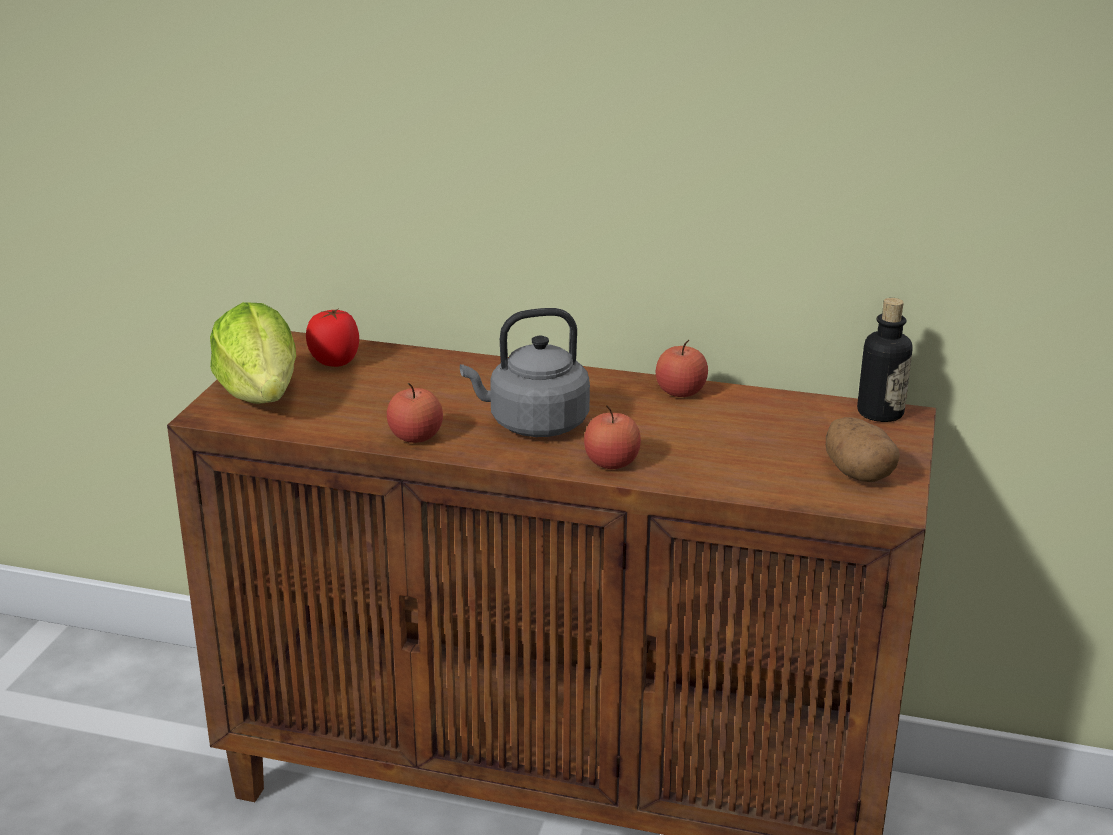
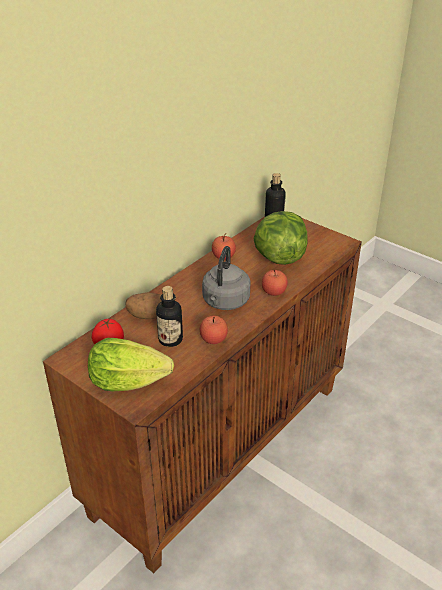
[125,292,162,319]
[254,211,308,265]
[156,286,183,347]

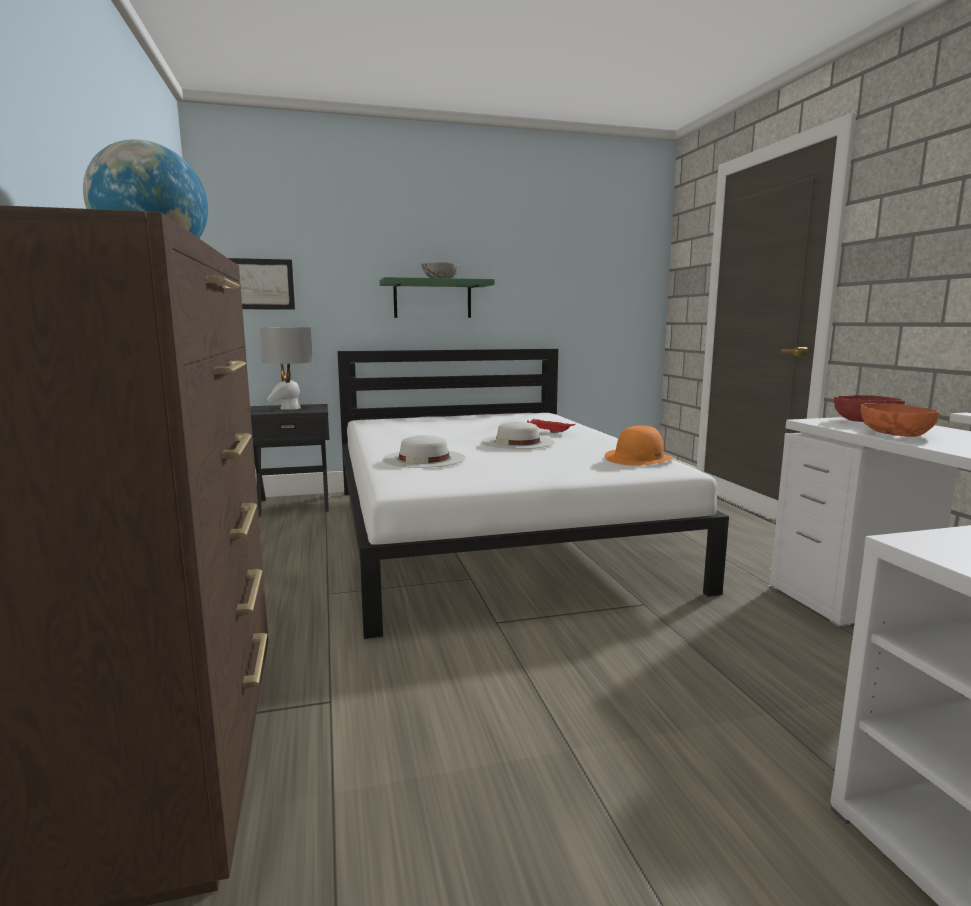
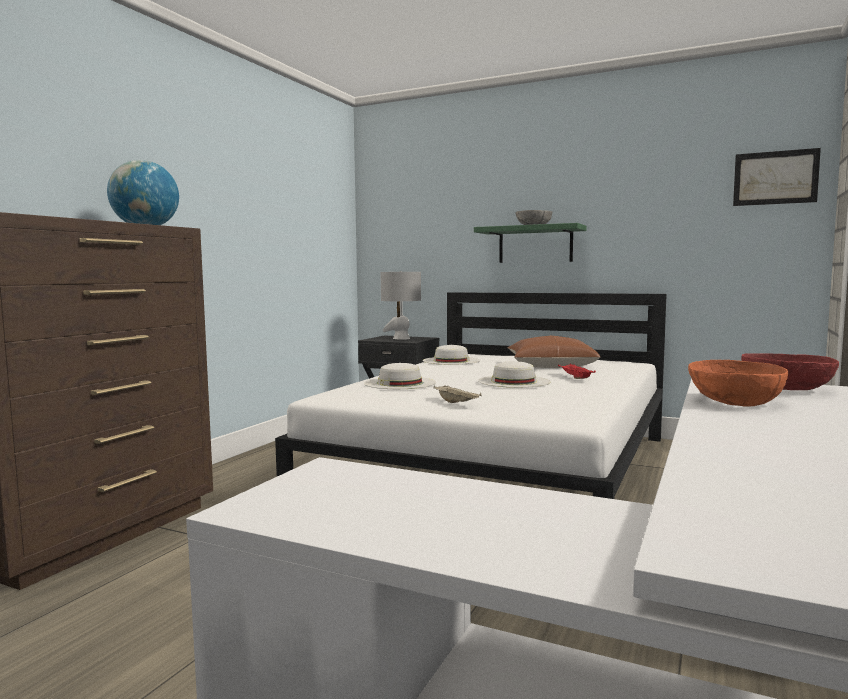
[733,148,821,206]
[605,425,674,466] (first image)
[508,335,601,368]
[423,345,480,365]
[433,385,482,403]

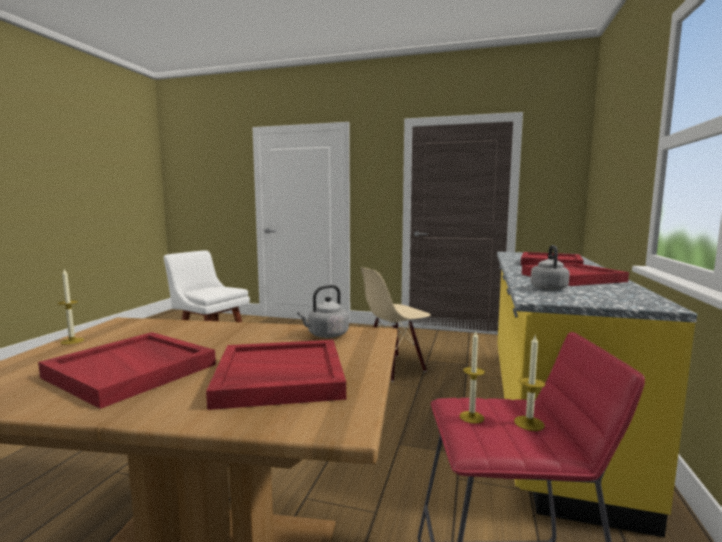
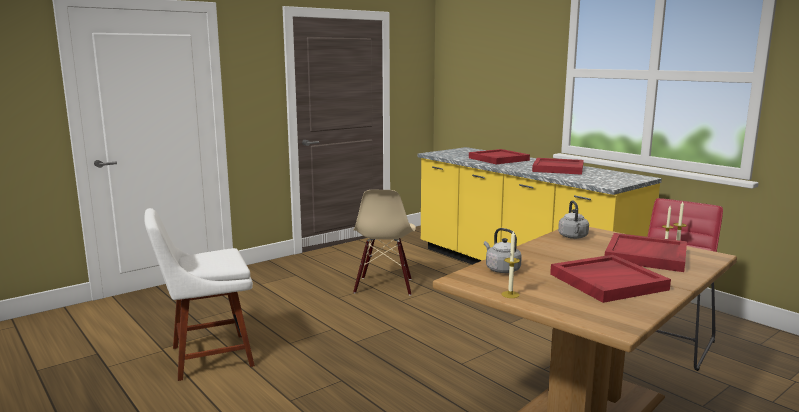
[484,228,522,273]

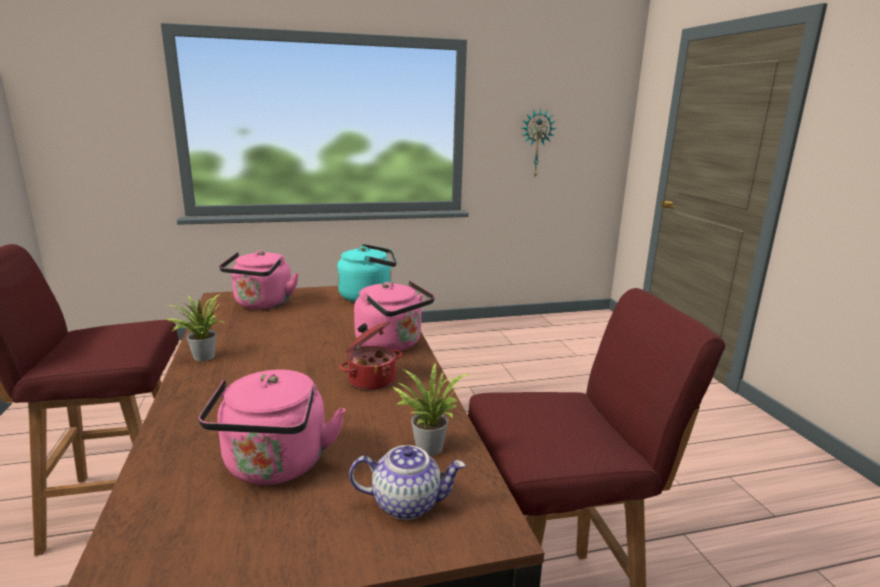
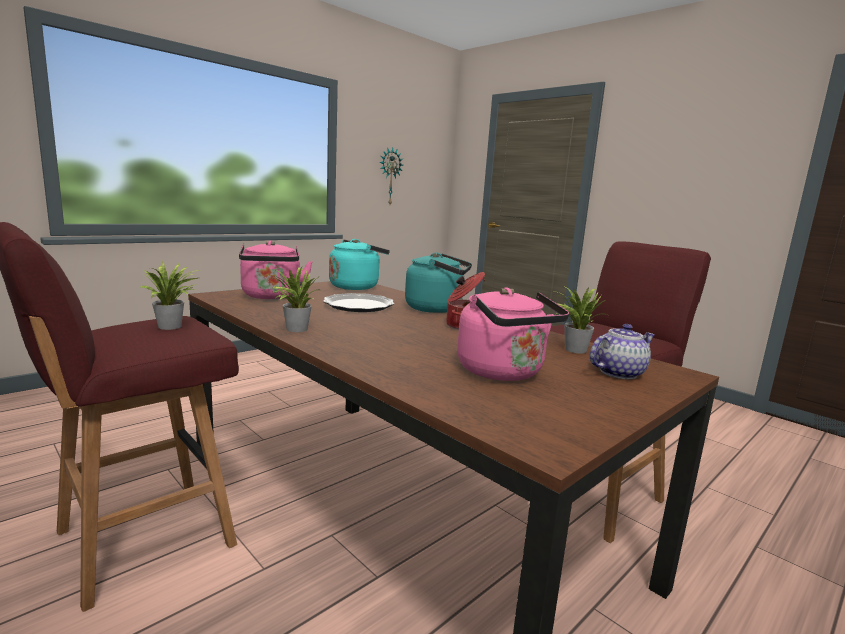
[405,252,472,313]
[141,261,199,330]
[323,293,394,312]

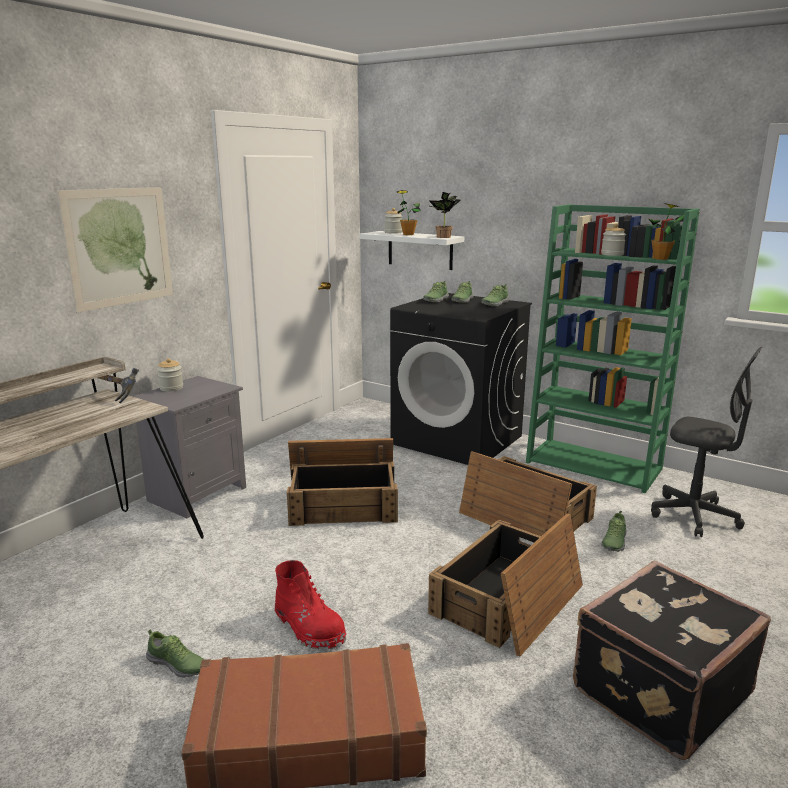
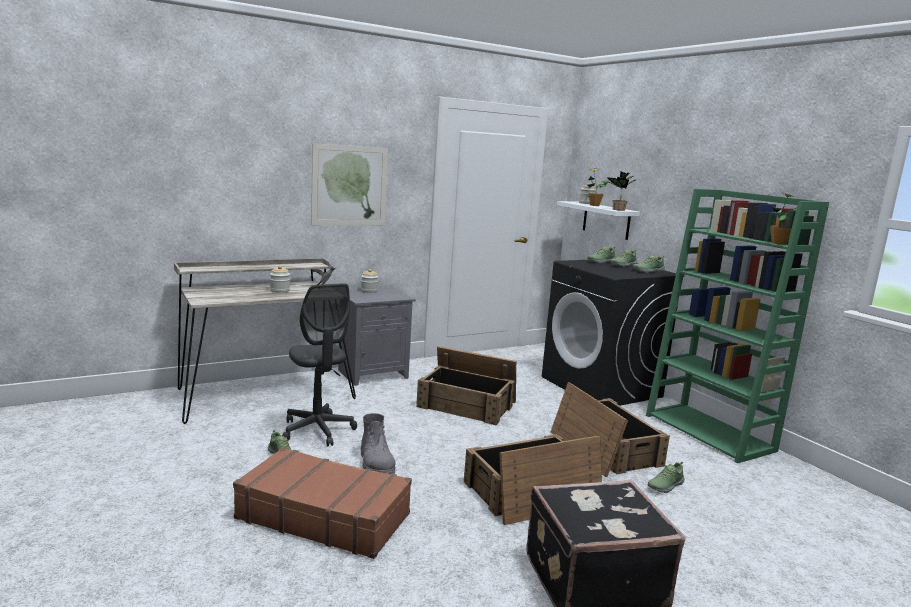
[270,266,290,293]
[282,283,357,447]
[361,413,396,474]

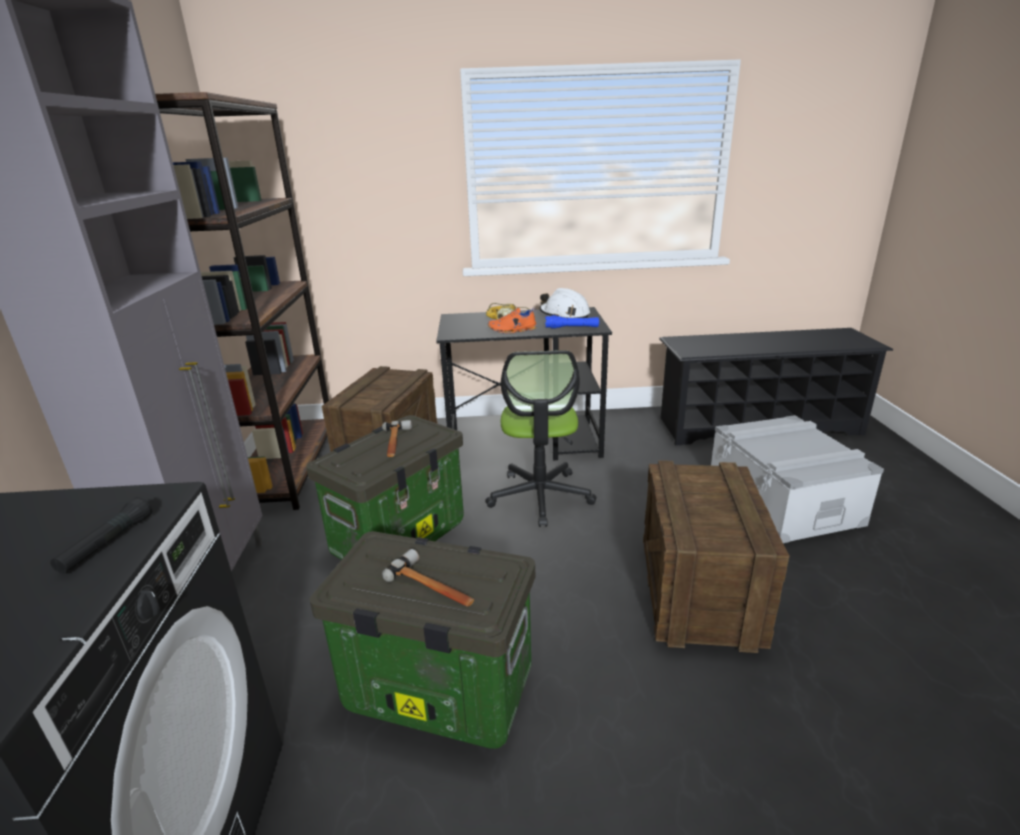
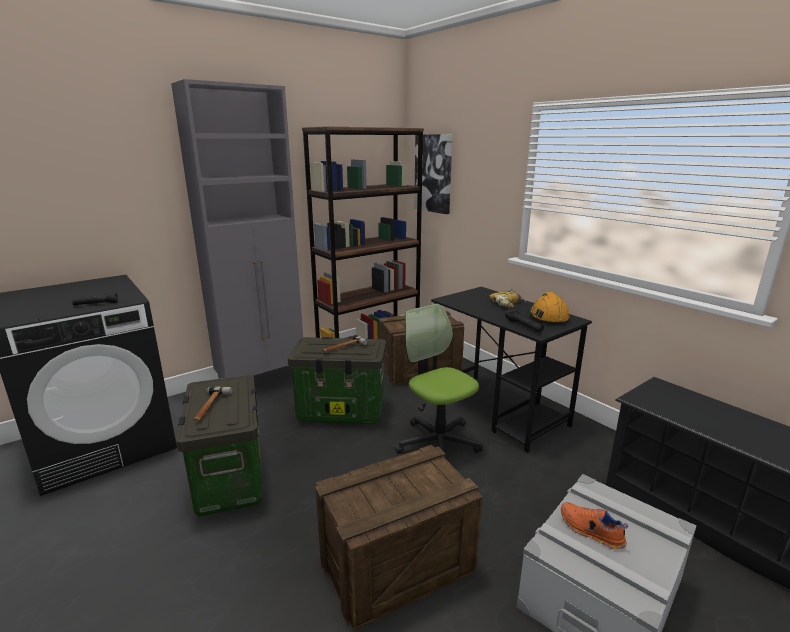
[529,292,570,325]
[561,502,628,549]
[505,309,544,333]
[395,304,483,454]
[414,134,452,214]

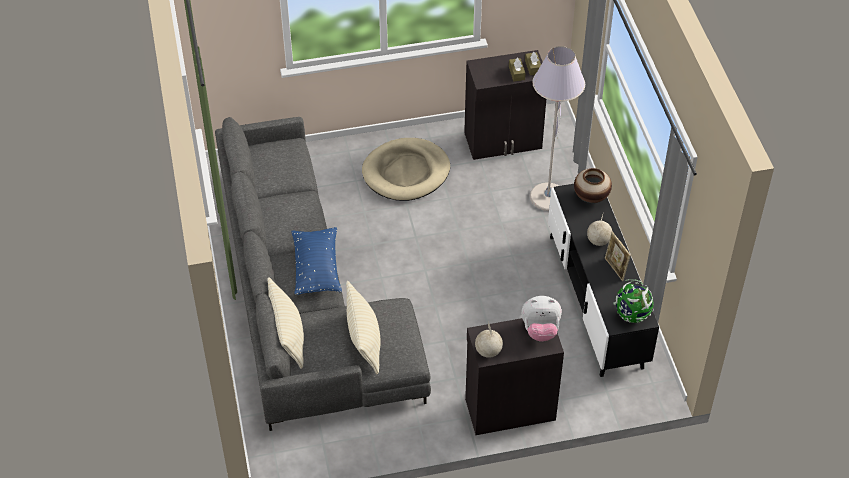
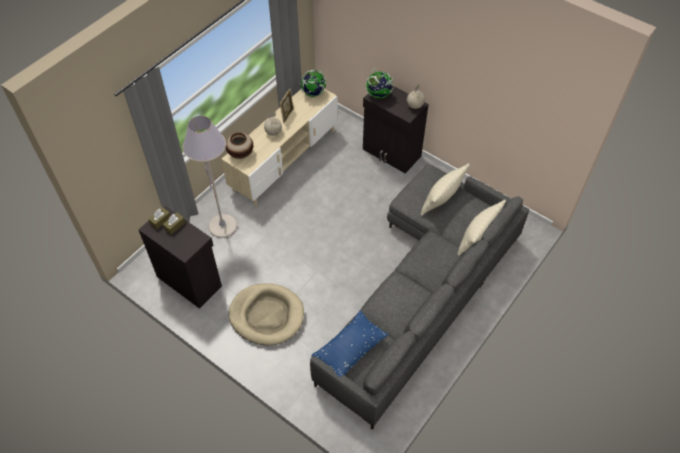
[221,89,338,206]
[311,311,388,377]
[366,68,394,99]

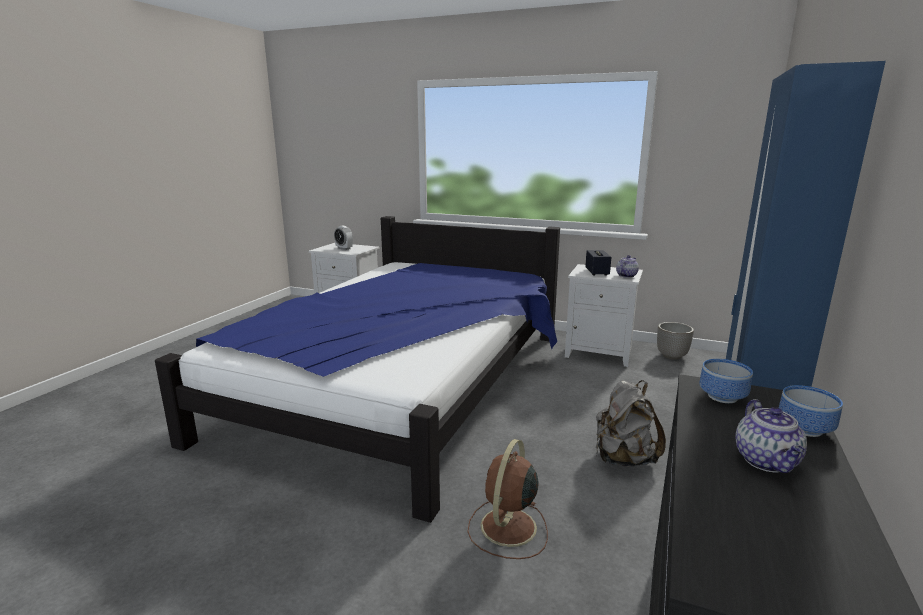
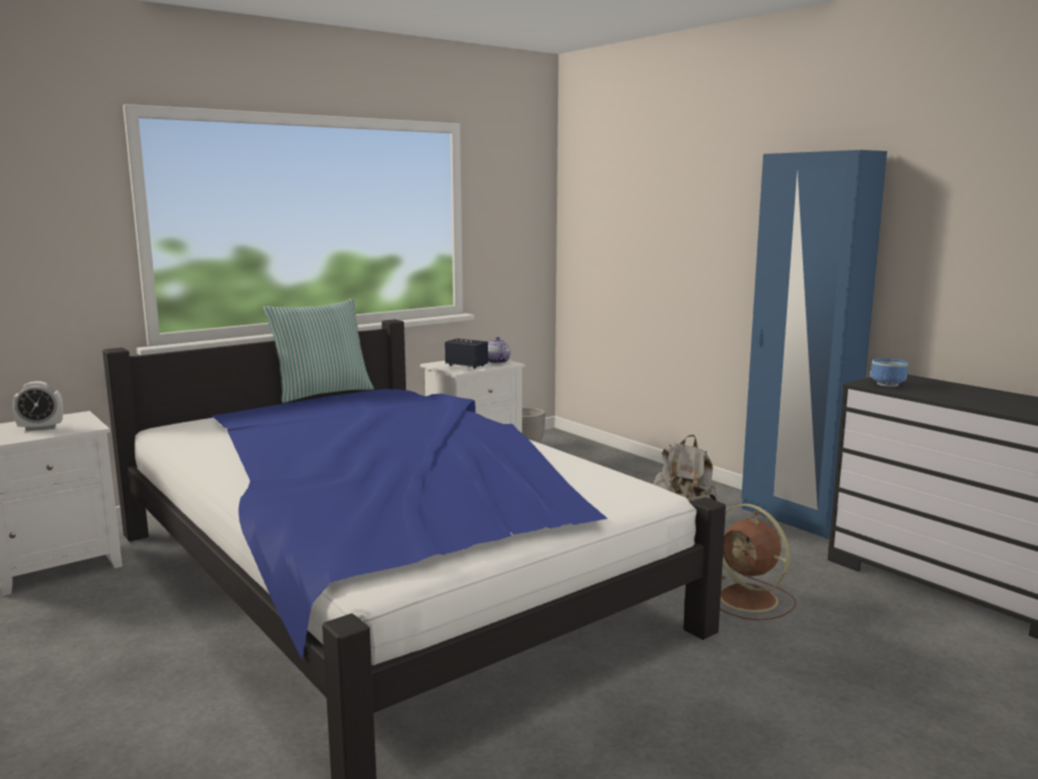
[779,385,843,437] (first image)
[735,399,807,473] (first image)
[263,298,374,403]

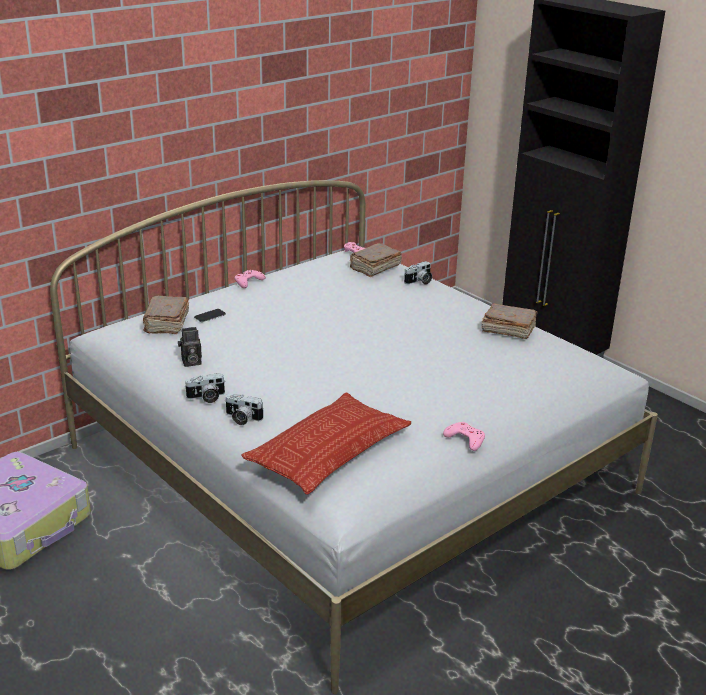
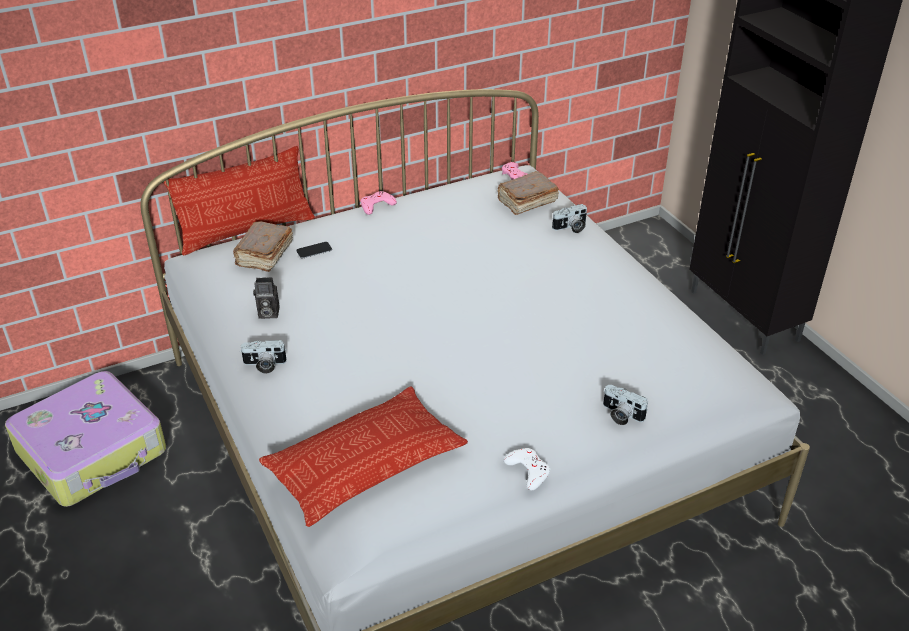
[482,303,538,339] (first image)
[603,385,648,425]
[504,448,550,490]
[164,146,315,256]

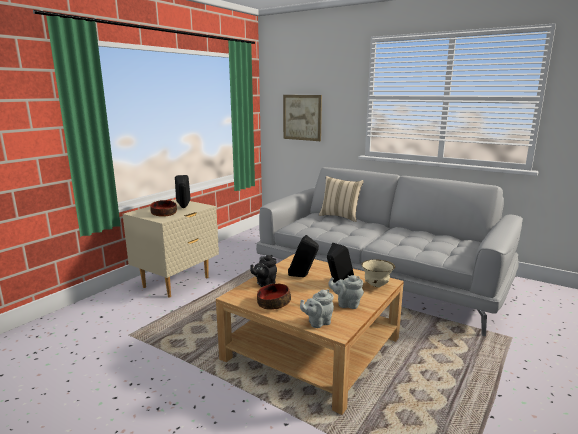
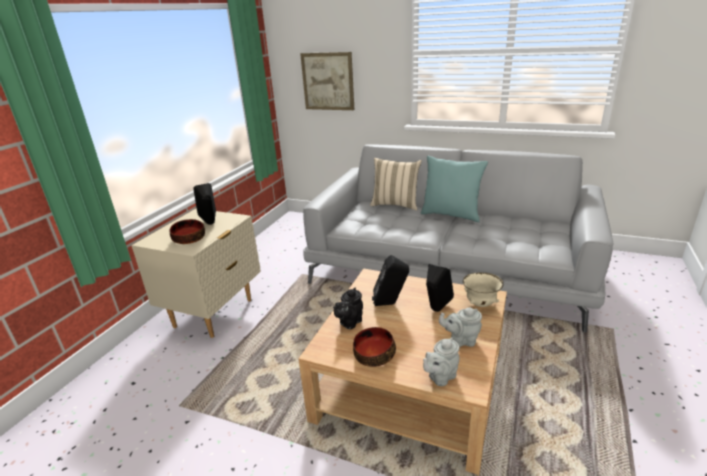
[421,156,488,222]

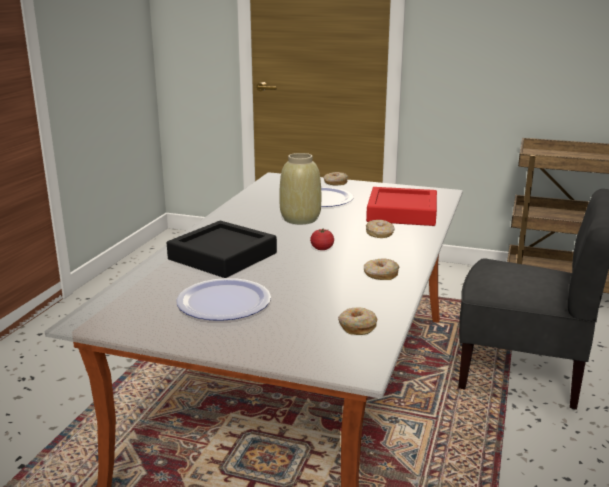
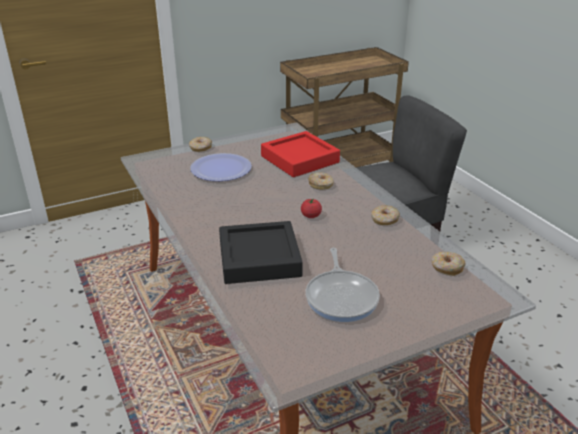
[279,153,321,224] (first image)
[306,248,380,322]

